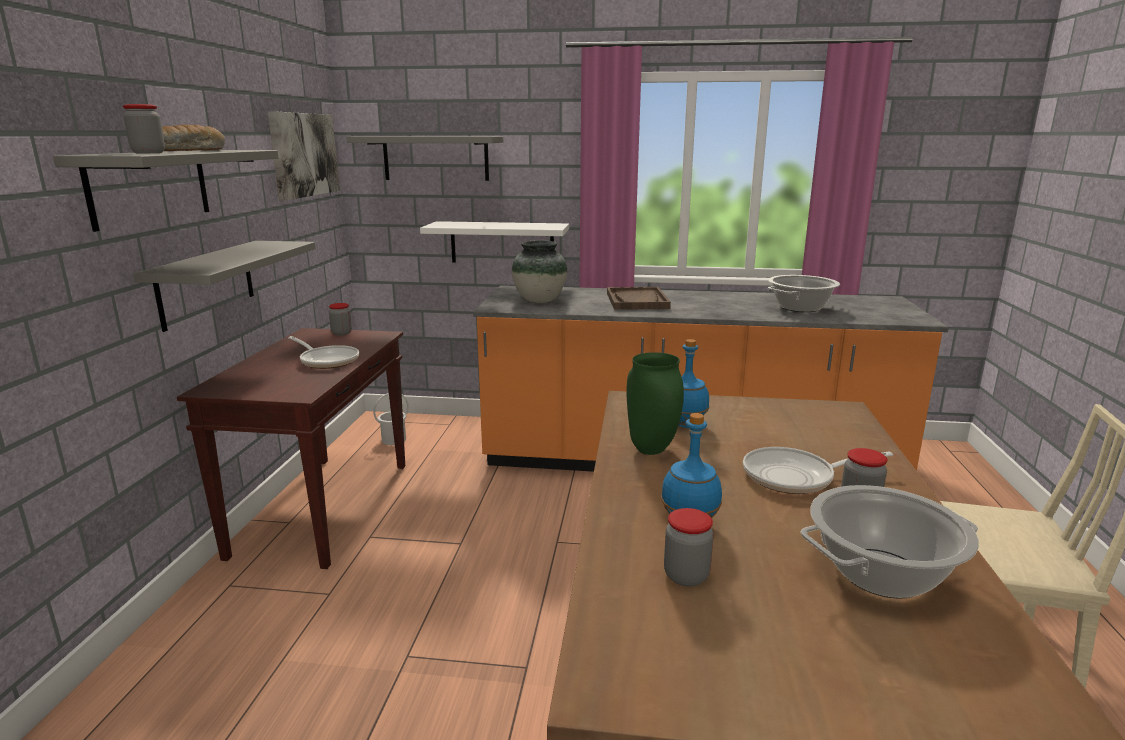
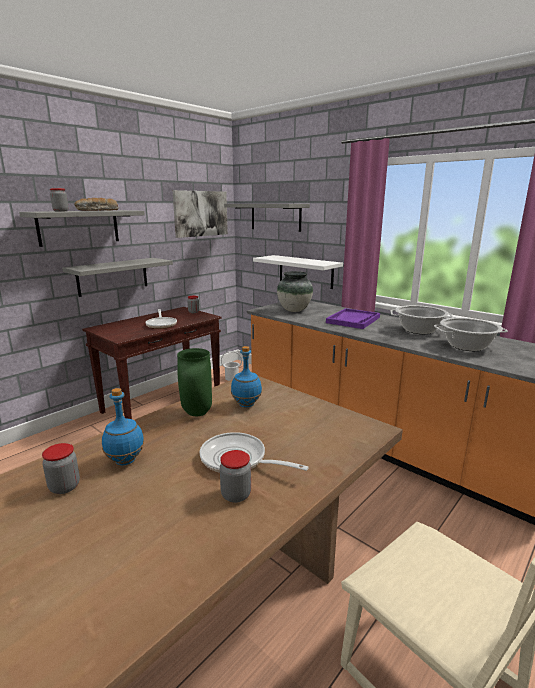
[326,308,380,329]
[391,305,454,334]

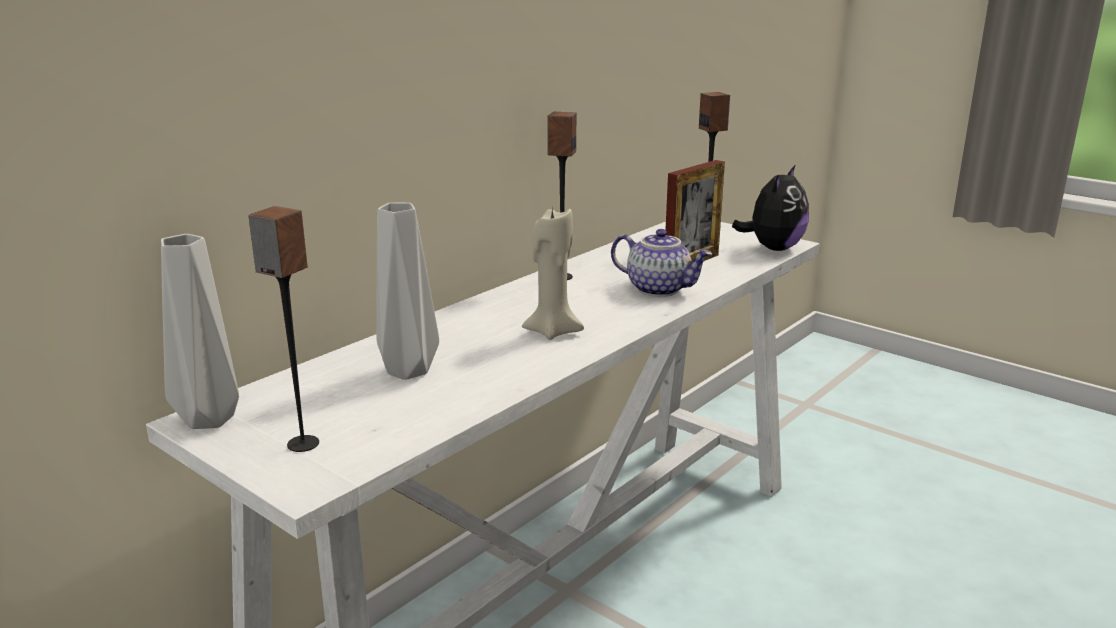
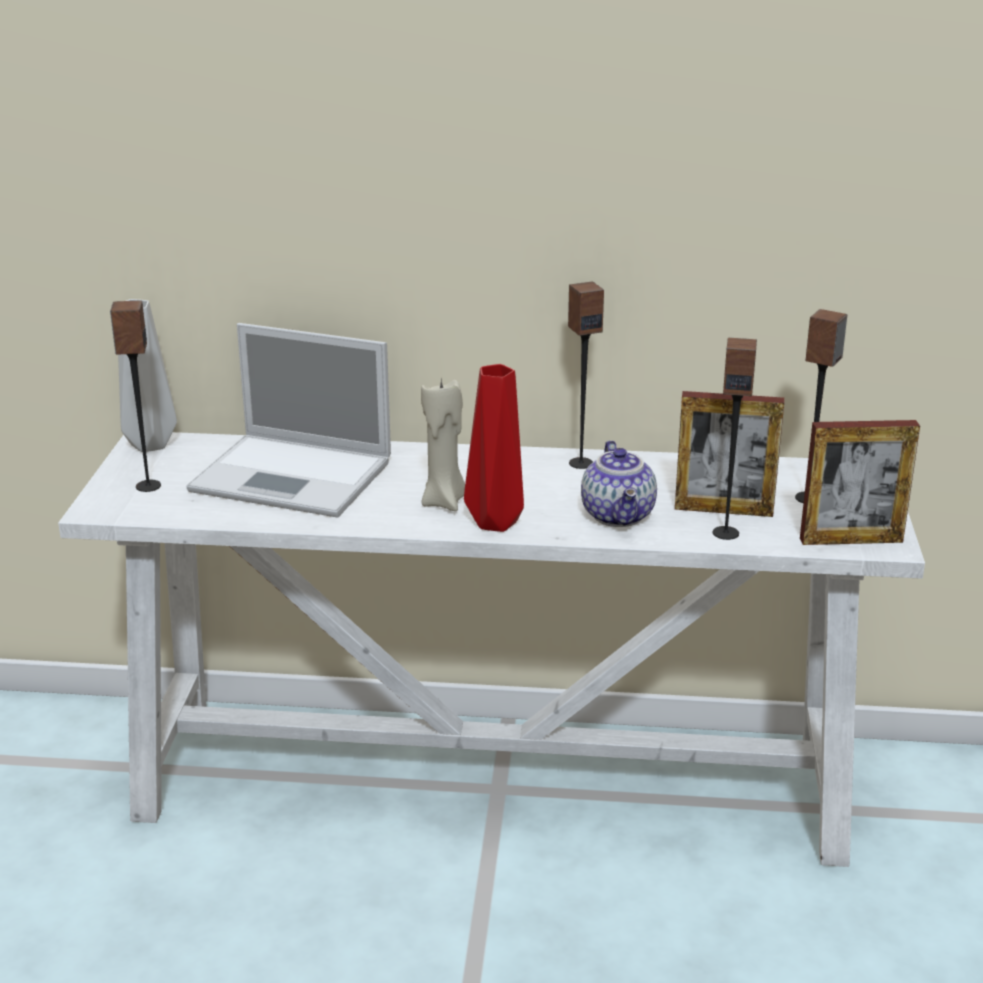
[800,420,920,545]
[186,323,391,518]
[713,338,757,540]
[464,364,524,532]

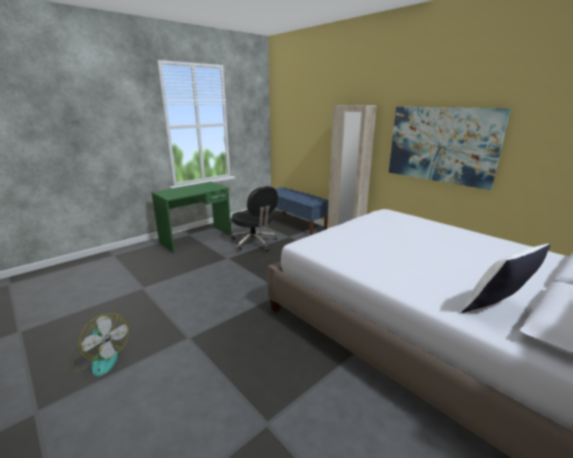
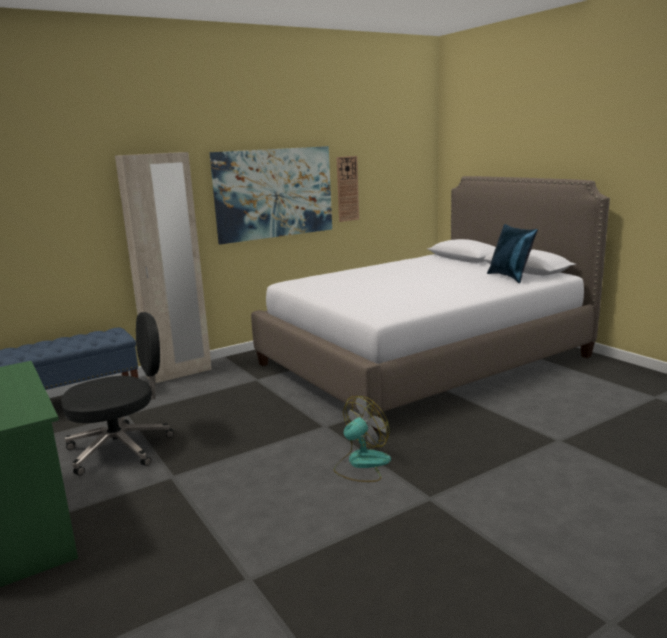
[487,224,538,283]
[334,396,391,482]
[336,156,359,222]

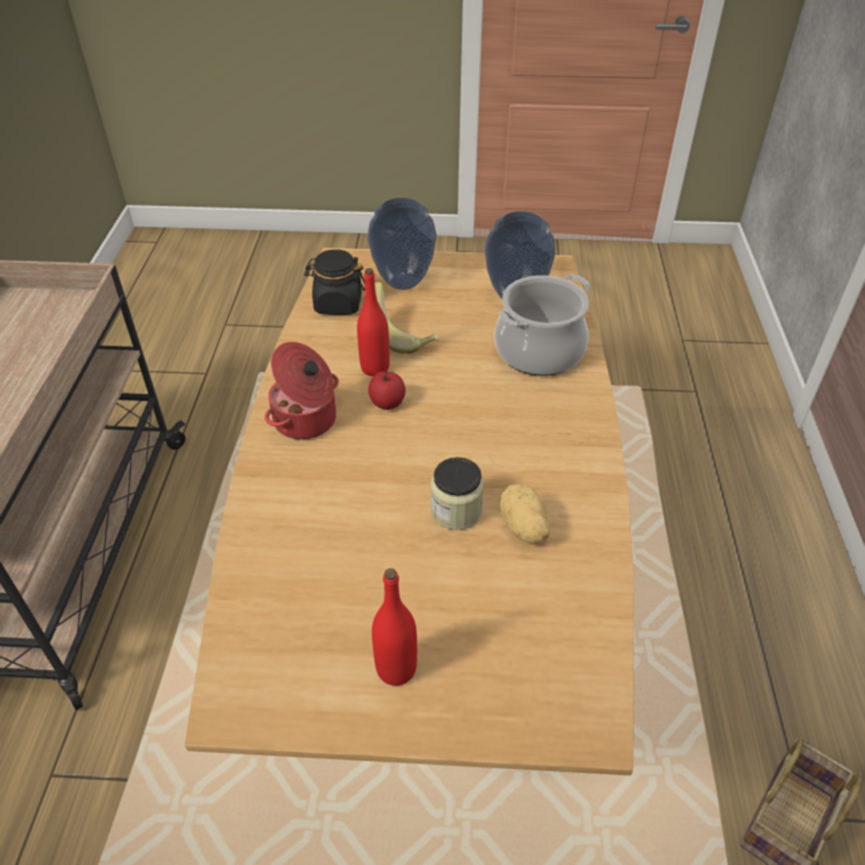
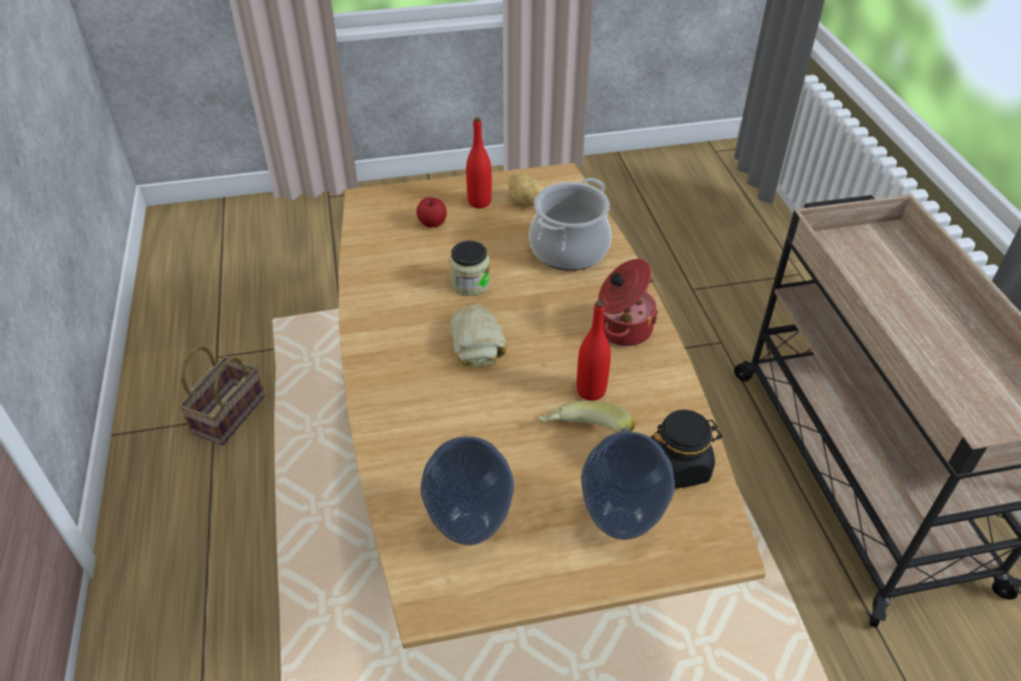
[529,178,612,271]
[417,197,447,228]
[508,173,544,206]
[450,304,507,368]

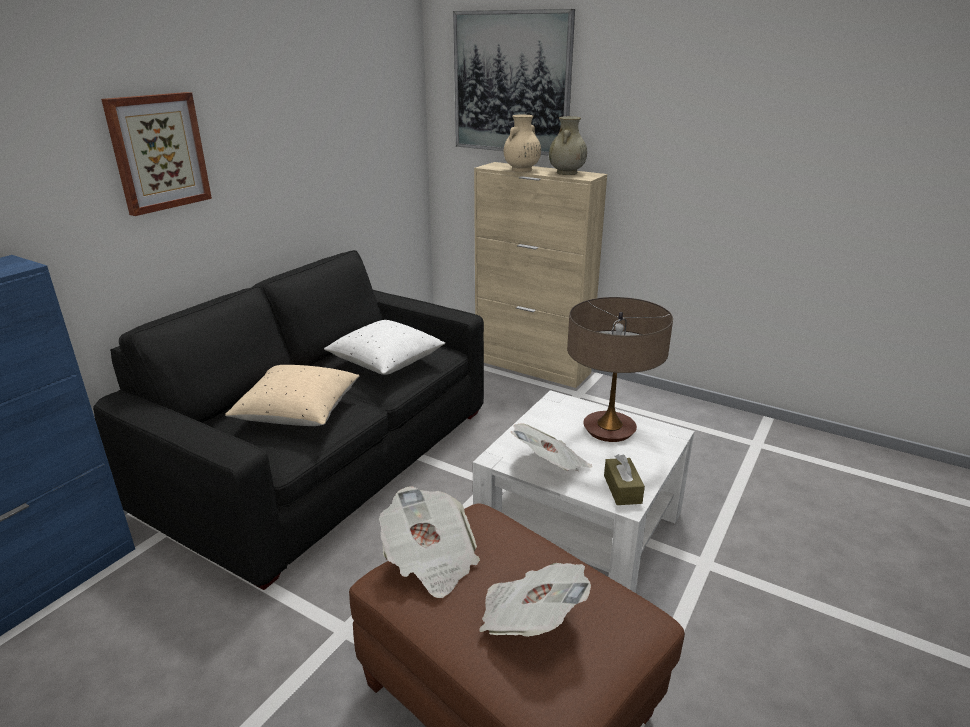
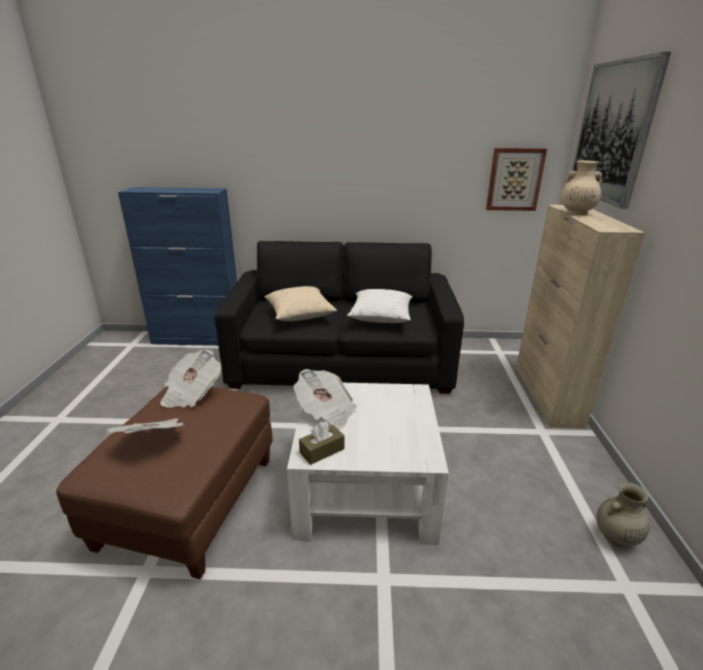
[486,148,547,211]
[596,482,650,547]
[567,297,673,442] (first image)

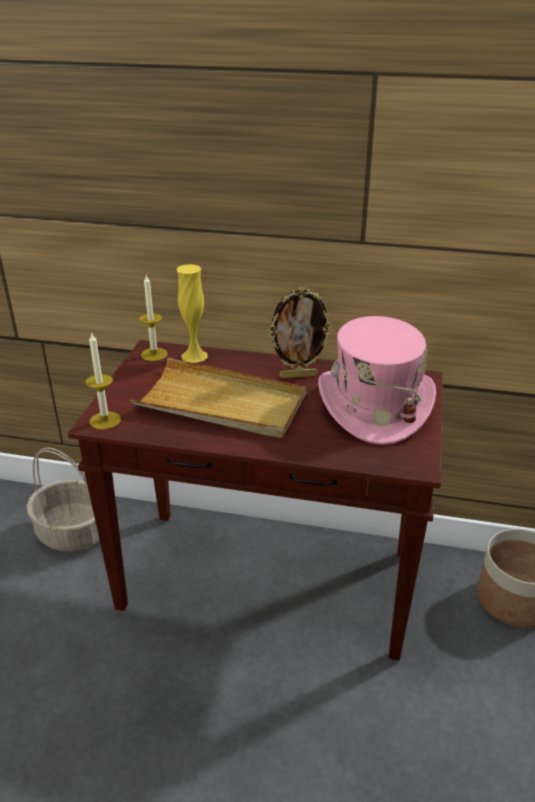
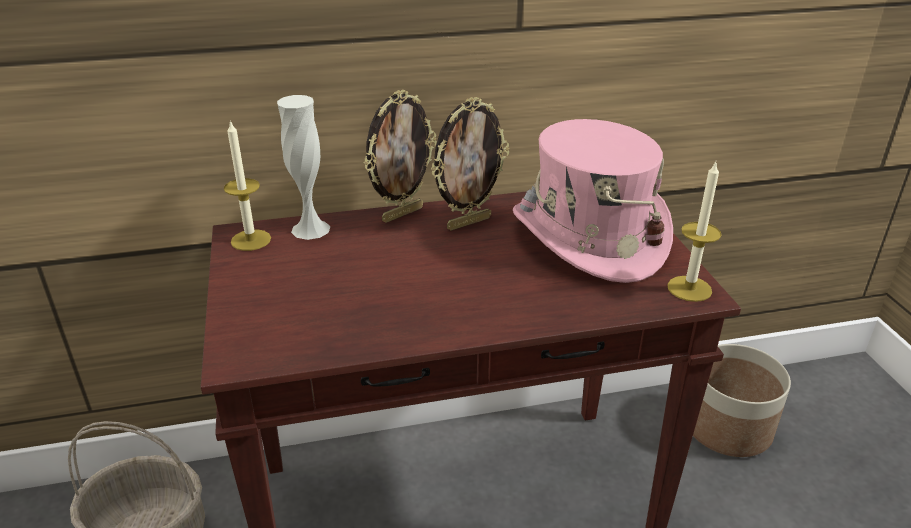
[277,95,330,240]
[667,162,722,302]
[130,358,306,438] (first image)
[364,90,437,223]

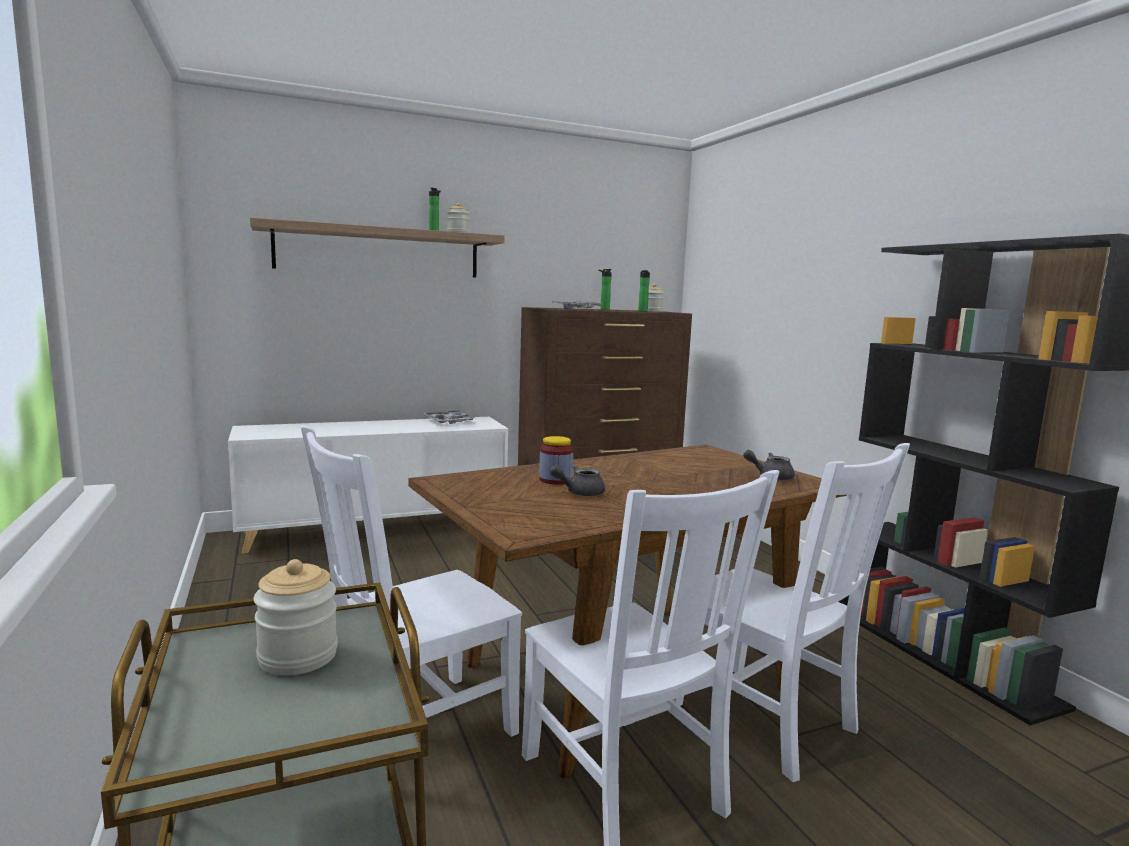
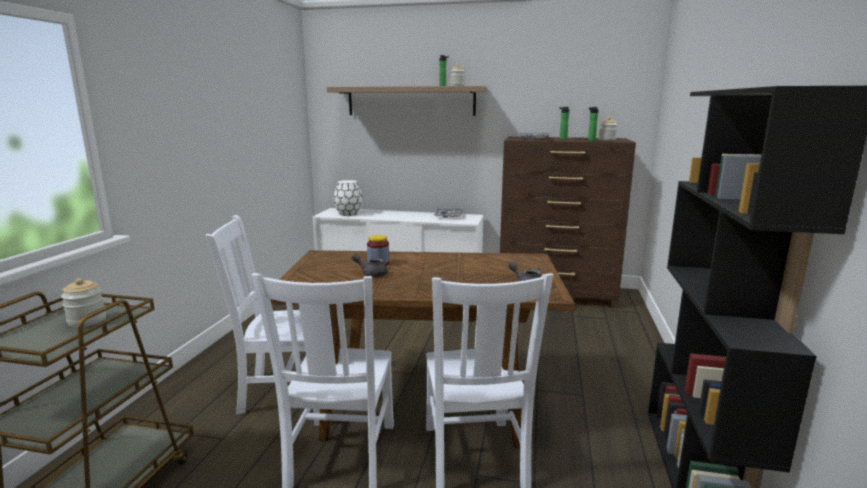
[333,180,363,216]

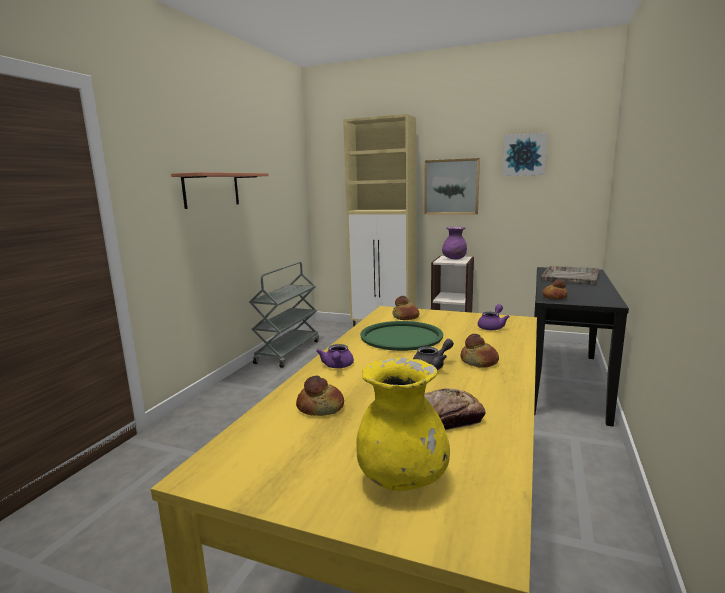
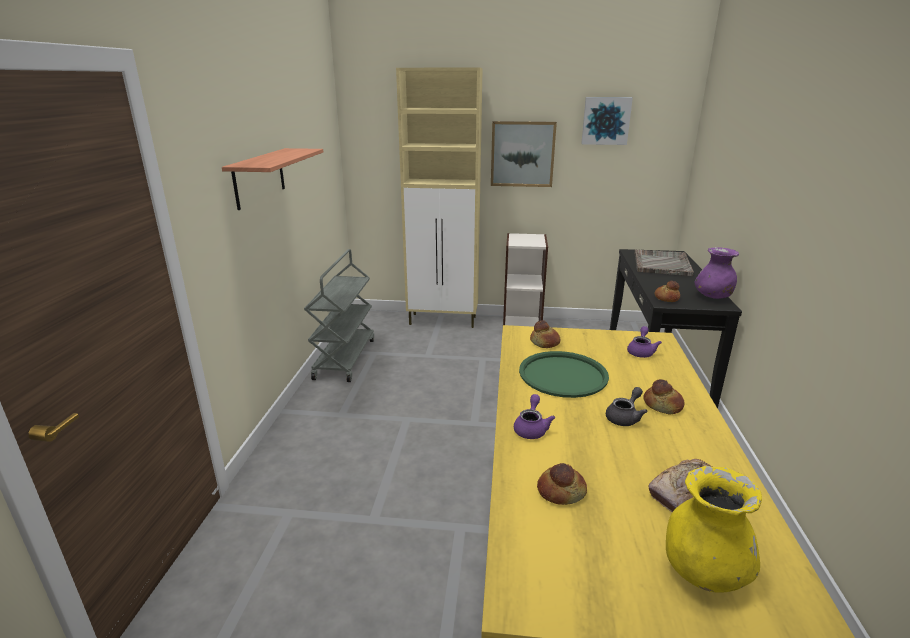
[695,247,739,299]
[514,394,555,439]

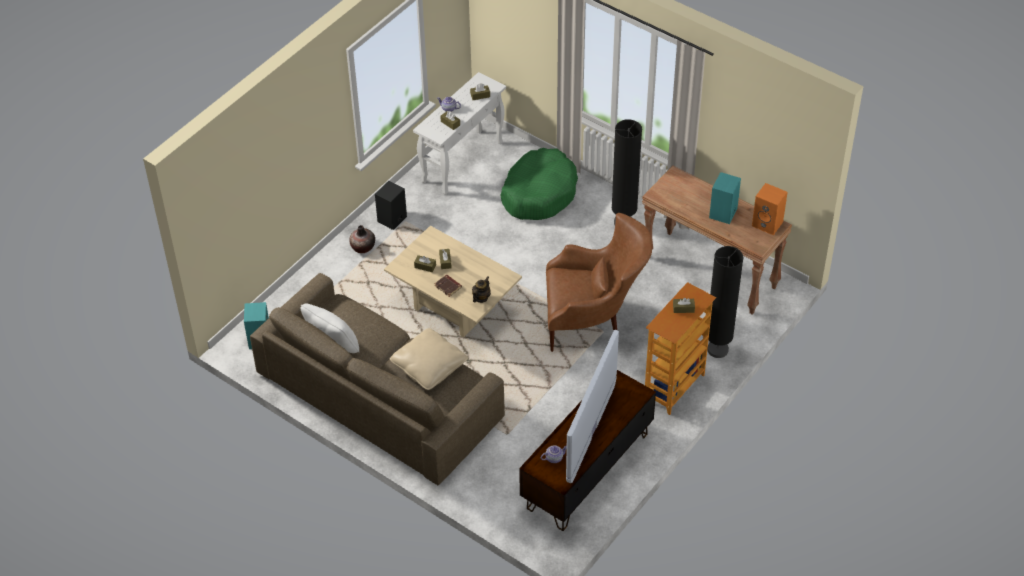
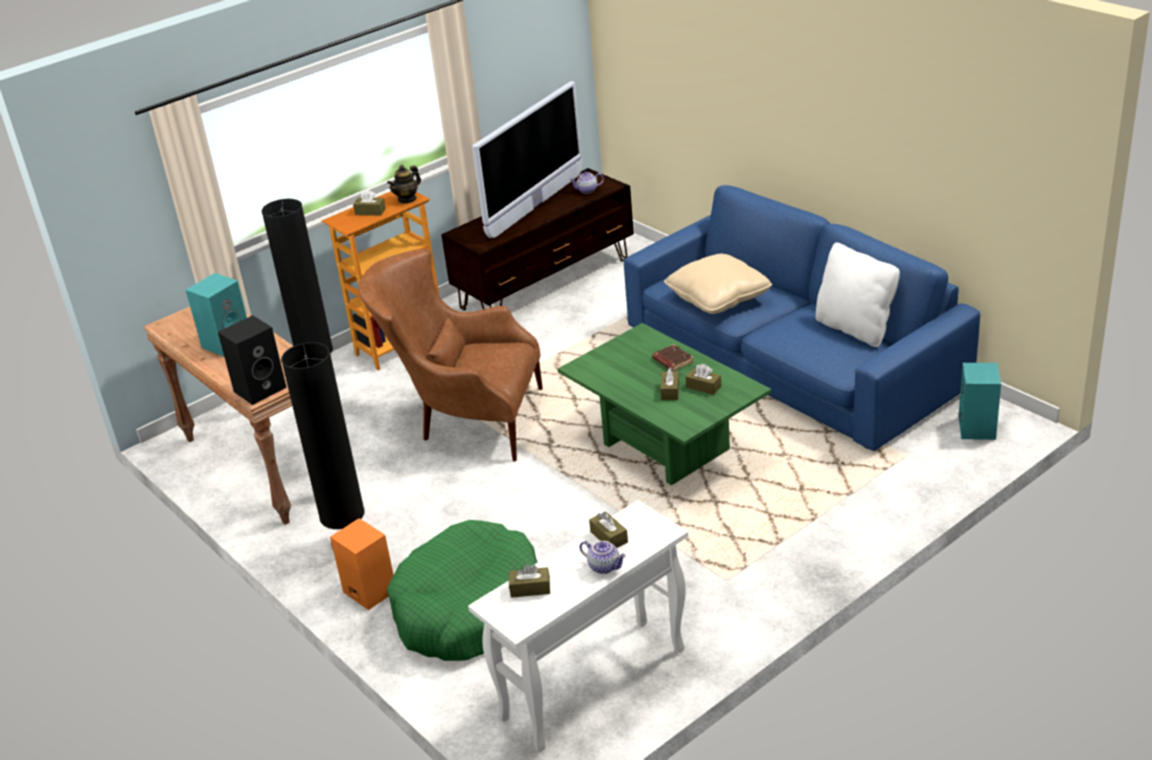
[218,315,287,405]
[330,518,394,610]
[349,225,375,253] (first image)
[558,323,771,485]
[624,185,980,451]
[387,165,421,204]

